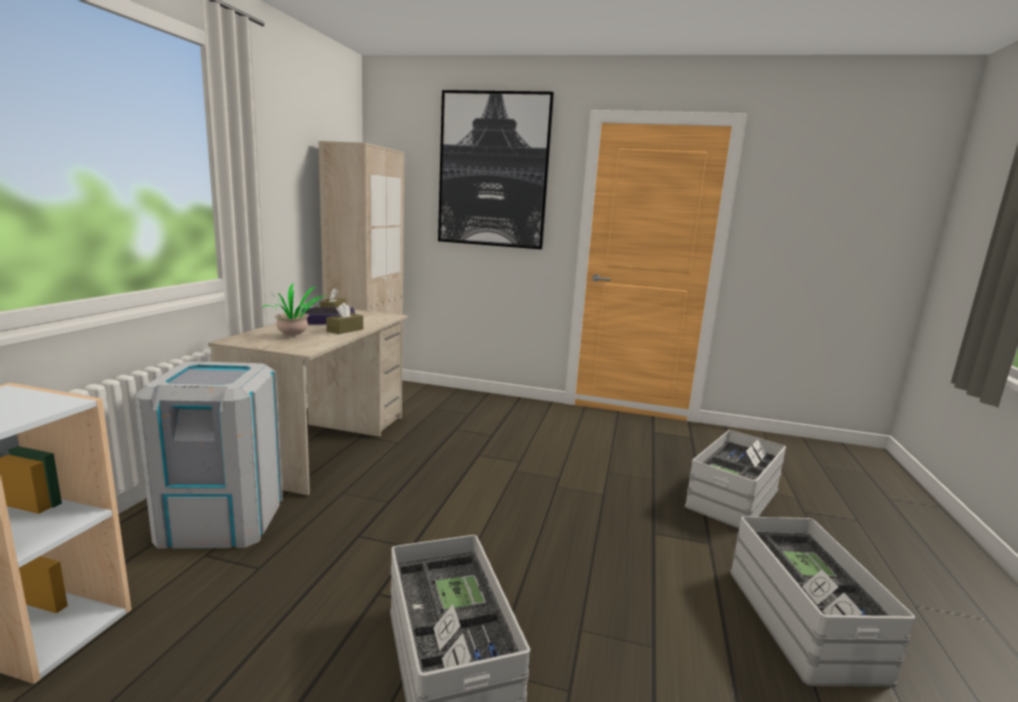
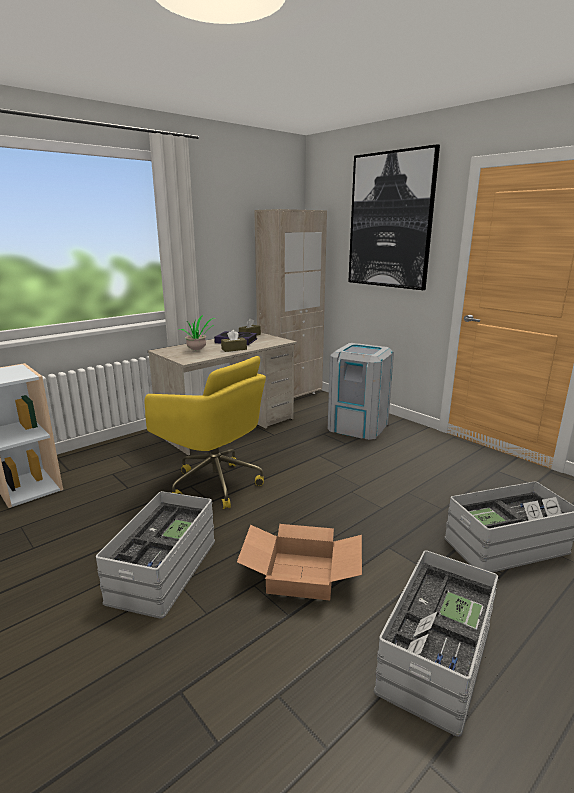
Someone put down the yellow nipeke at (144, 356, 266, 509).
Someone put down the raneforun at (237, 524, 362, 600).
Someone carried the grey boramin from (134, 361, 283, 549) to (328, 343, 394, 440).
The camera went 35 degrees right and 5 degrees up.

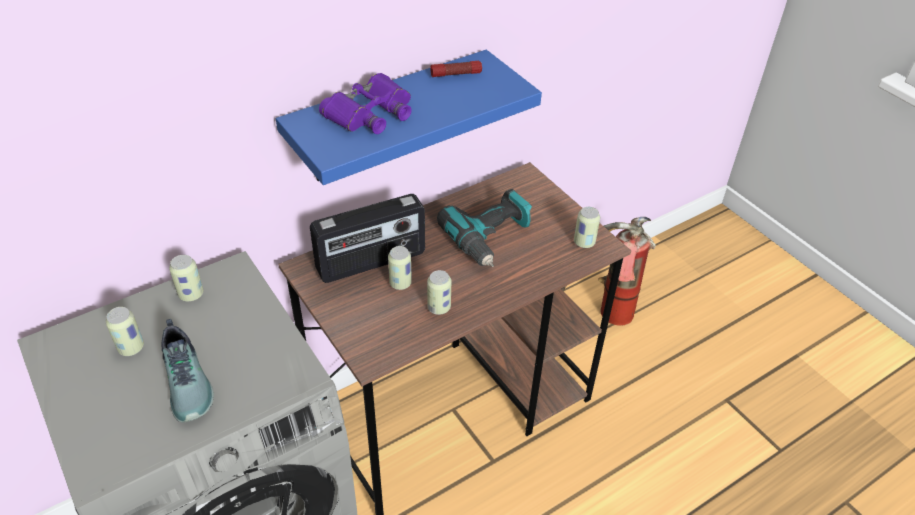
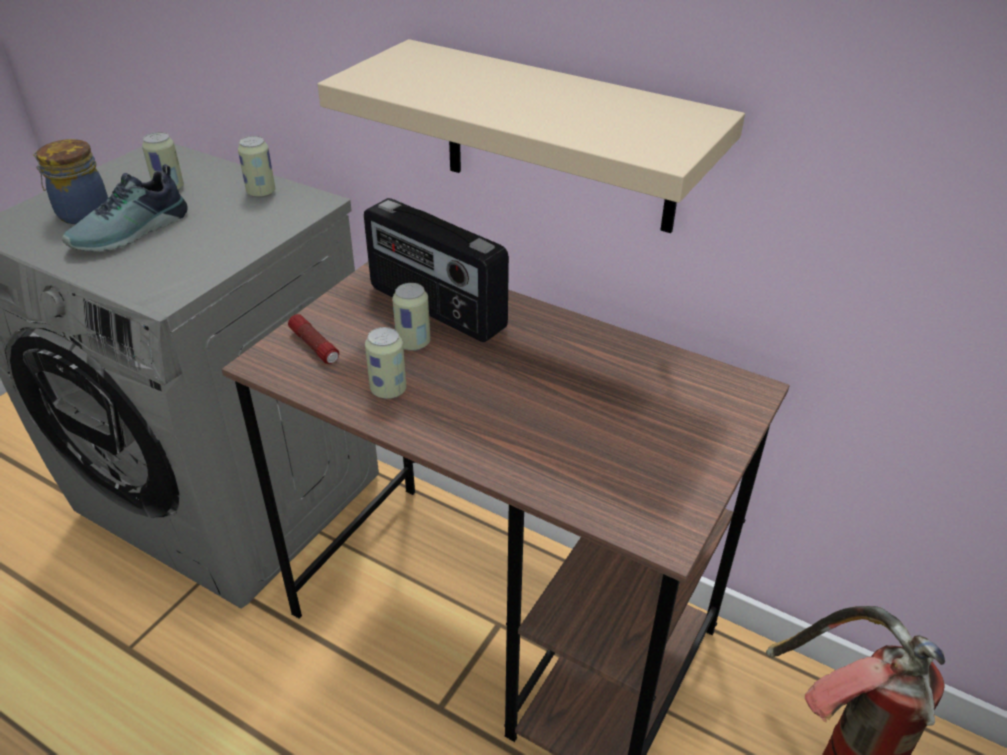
Someone put down the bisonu at (33, 139, 108, 224).
Someone carried the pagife from (430, 61, 482, 77) to (288, 314, 339, 364).
Someone repainted the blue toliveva at (276, 50, 542, 185), which became the beige toliveva at (318, 39, 745, 233).
Someone took away the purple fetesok at (319, 73, 412, 134).
Someone took away the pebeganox at (437, 189, 532, 267).
Someone took away the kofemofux at (574, 207, 600, 248).
The camera went 65 degrees right and 5 degrees down.

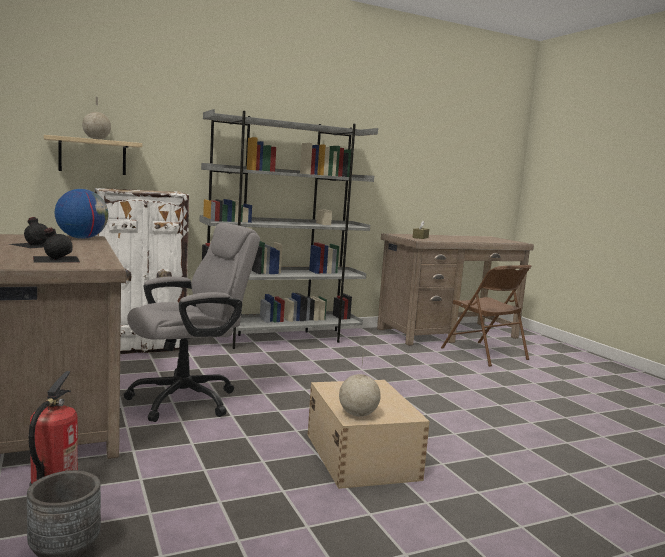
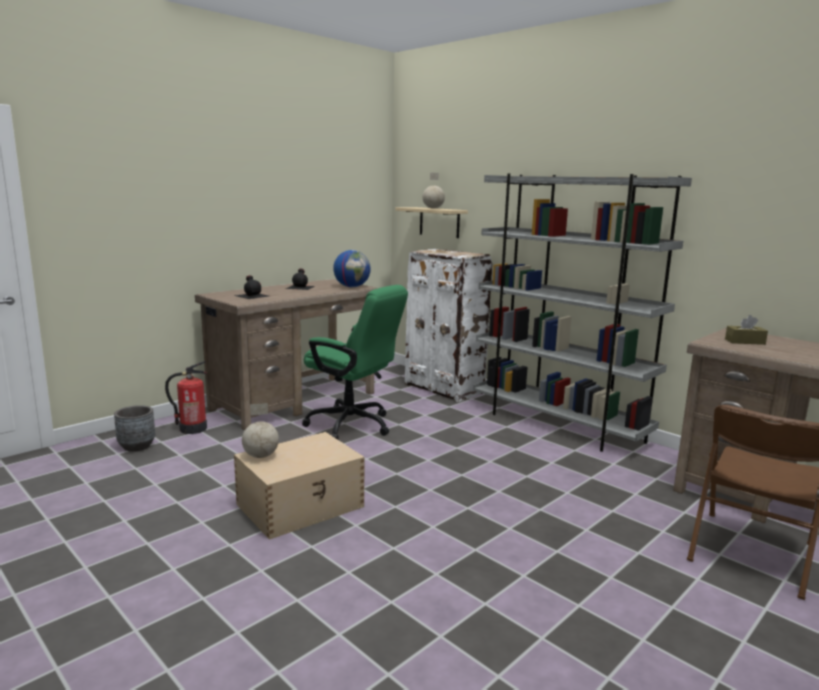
Someone repainted the grey nipeke at (123, 223, 260, 422), which became the green nipeke at (302, 285, 408, 440).
The camera went 70 degrees right and 5 degrees up.

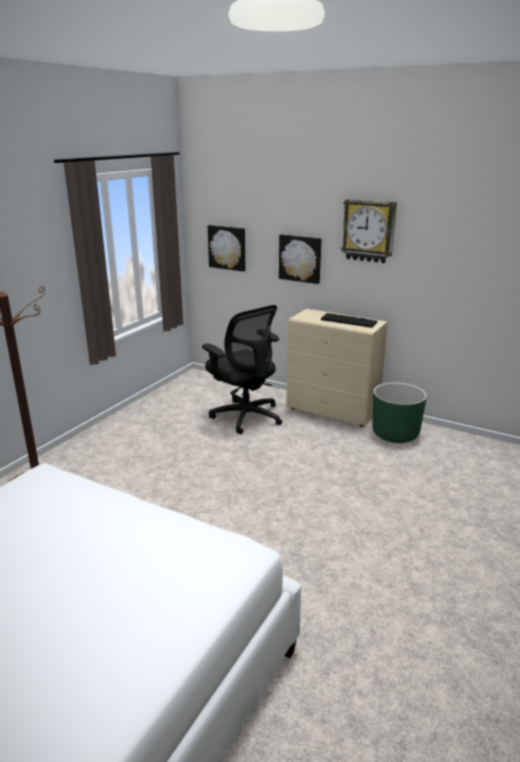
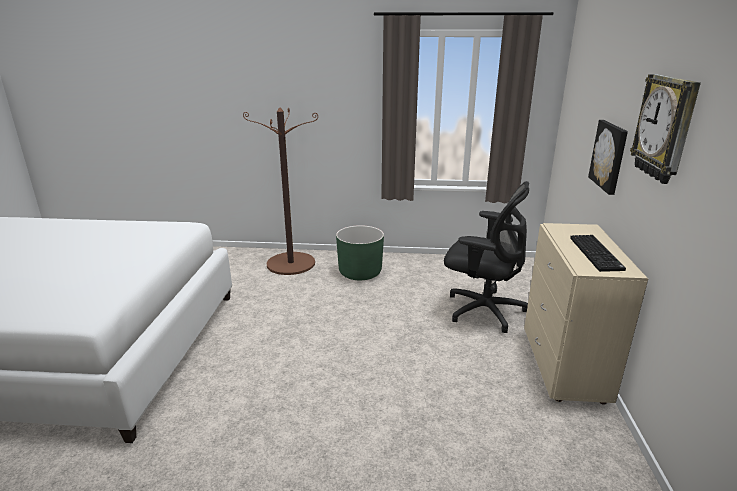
Someone carried the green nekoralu from (372, 382, 427, 443) to (336, 225, 384, 280).
Someone rotated the black nipeke at (202, 305, 282, 434) by 90 degrees counterclockwise.
Someone took away the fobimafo at (208, 225, 245, 272).
The camera went 65 degrees right and 0 degrees up.

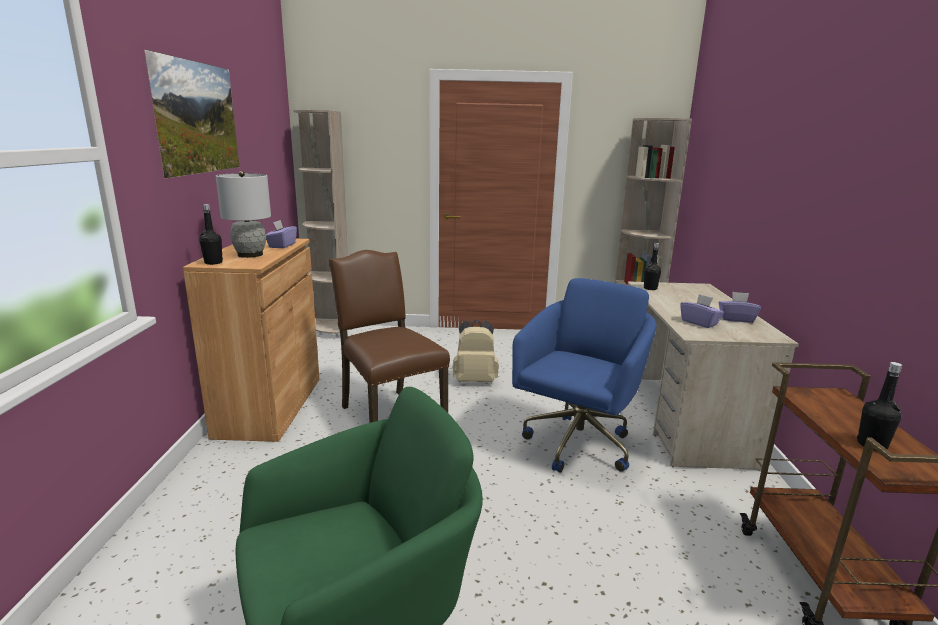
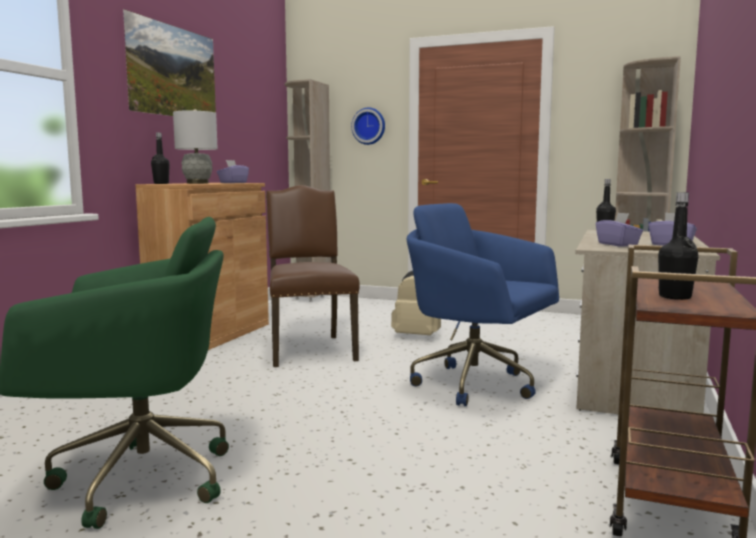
Someone put up the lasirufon at (351, 107, 385, 145).
Someone rotated the blue nipeke at (512, 278, 656, 473) by 105 degrees counterclockwise.
The camera went 20 degrees right and 10 degrees down.

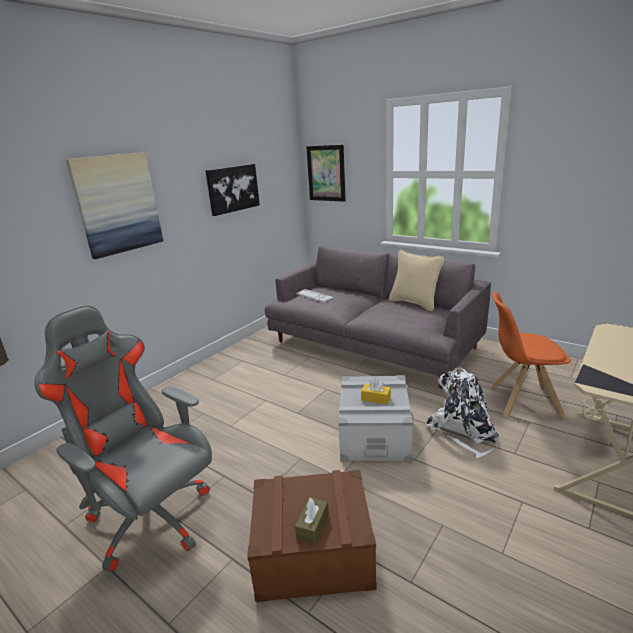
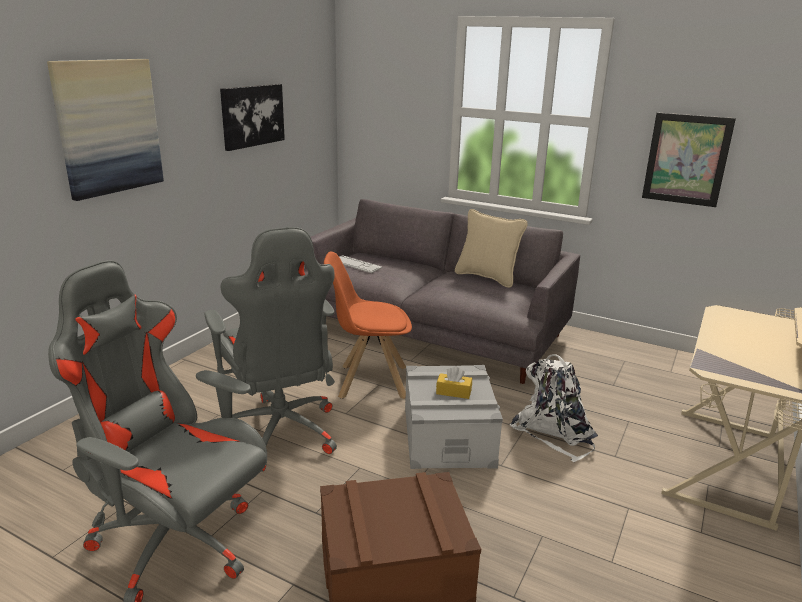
Someone put down the grey nipeke at (205, 227, 337, 471).
Someone carried the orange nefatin from (490, 292, 571, 419) to (324, 251, 412, 399).
Someone carried the fobimafo from (306, 145, 346, 202) to (642, 112, 736, 207).
Someone took away the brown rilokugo at (295, 497, 329, 544).
The camera went 10 degrees left and 0 degrees up.

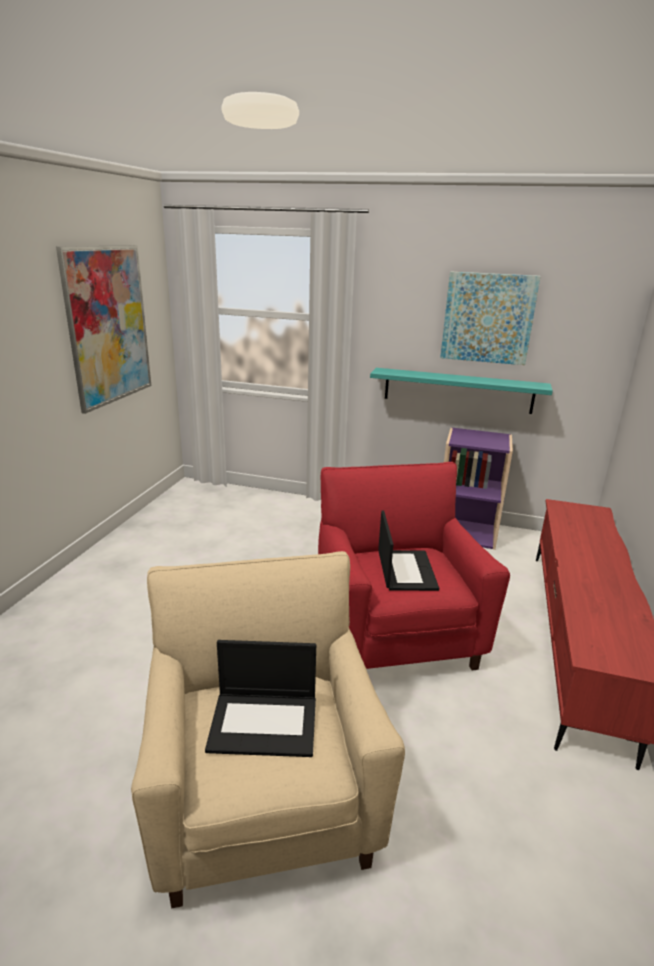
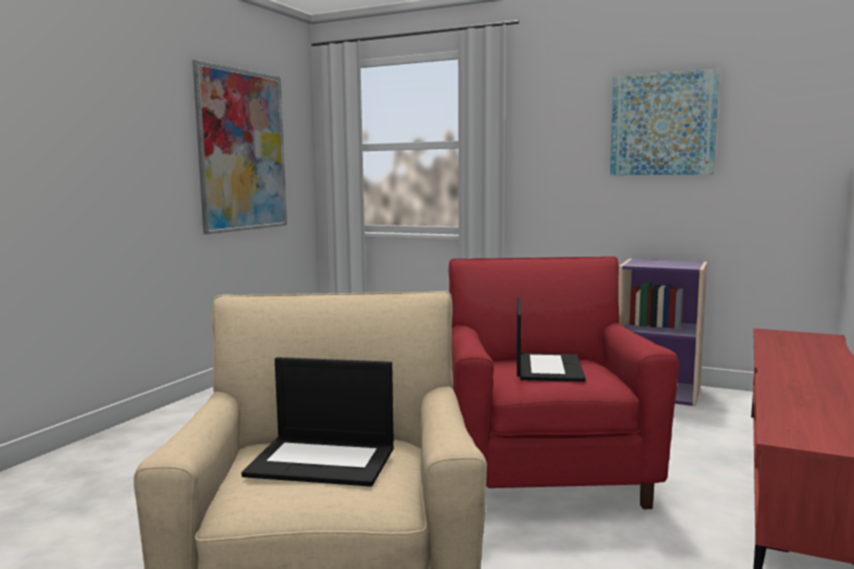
Someone took away the turquoise toliveva at (370, 368, 553, 414).
The camera went 10 degrees right and 15 degrees down.

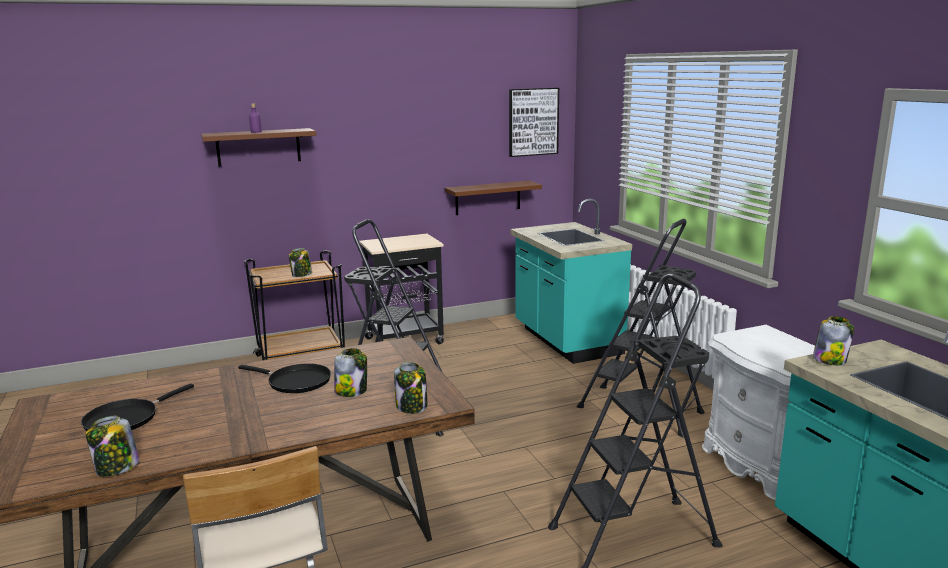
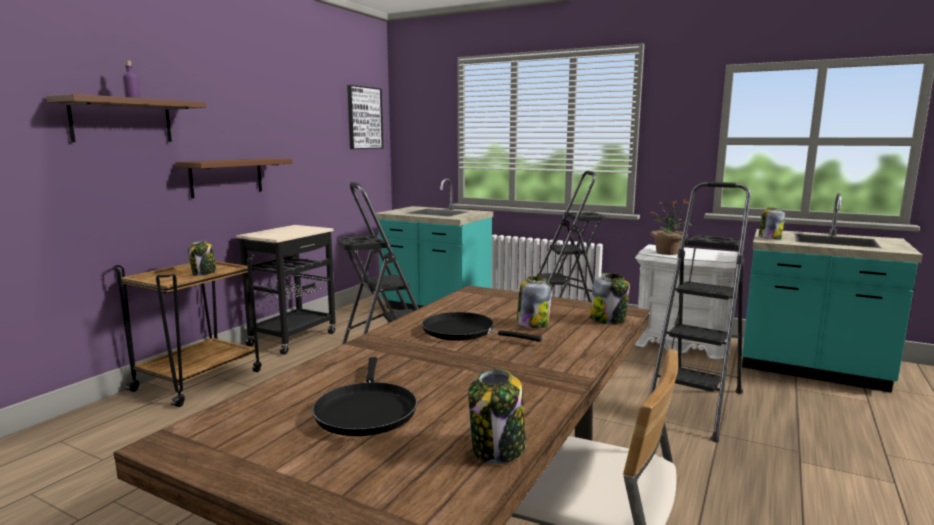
Someone carried the brown toliveva from (445, 181, 542, 215) to (175, 158, 293, 198).
Someone rotated the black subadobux at (238, 363, 331, 393) by 135 degrees counterclockwise.
Someone put down the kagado at (650, 199, 692, 255).
The camera went 40 degrees left and 5 degrees down.

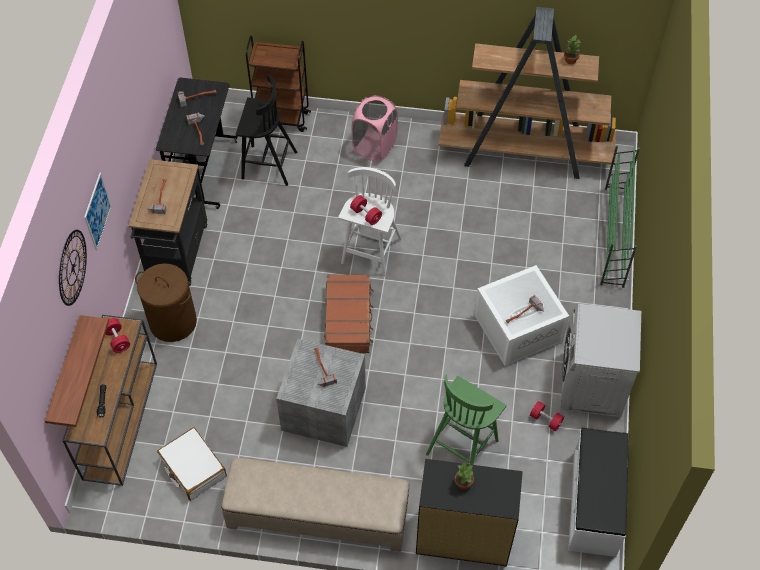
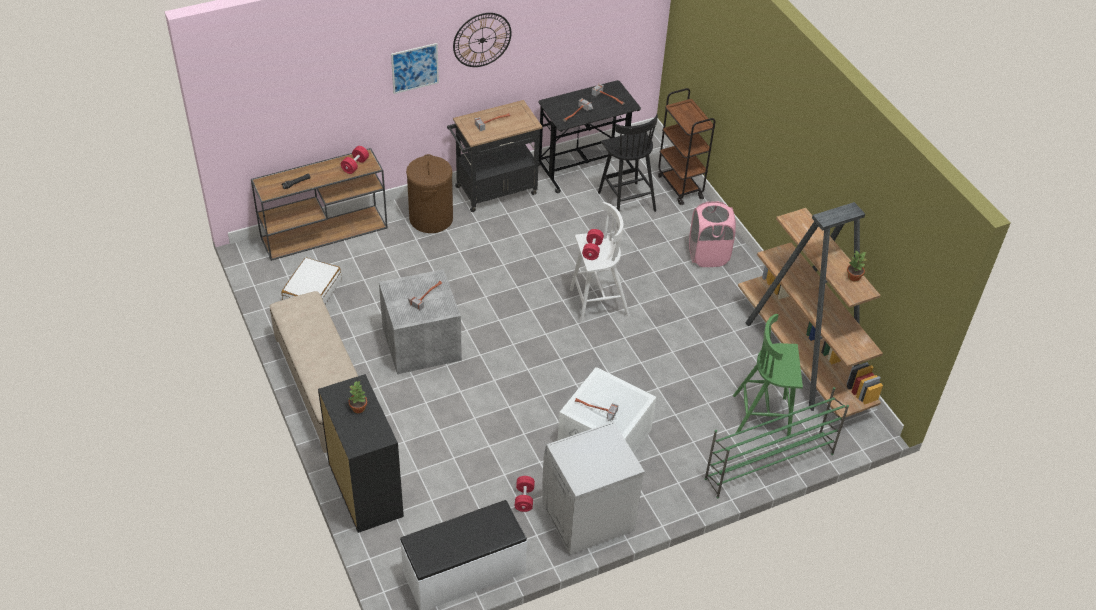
Someone carried the lasirufon from (59, 230, 87, 306) to (453, 13, 512, 67).
Someone carried the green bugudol from (426, 374, 507, 465) to (733, 314, 803, 436).
Someone took away the toliveva at (45, 315, 109, 427).
Someone took away the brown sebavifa at (324, 275, 374, 353).
The camera went 55 degrees right and 10 degrees down.

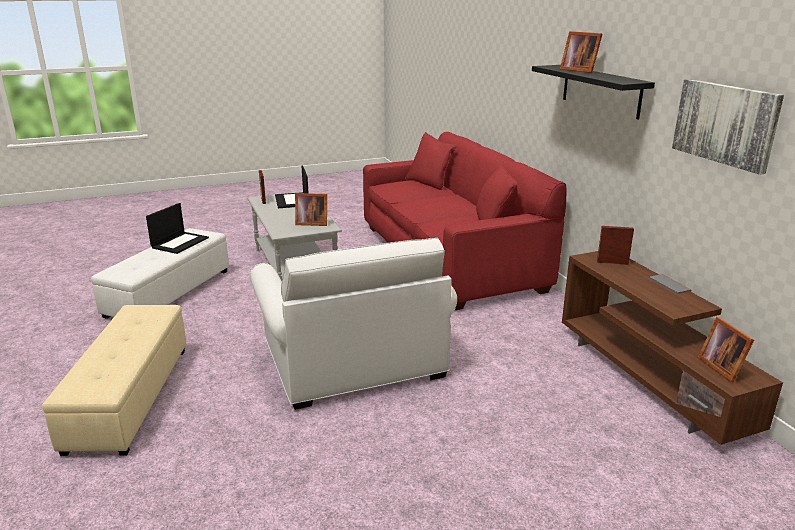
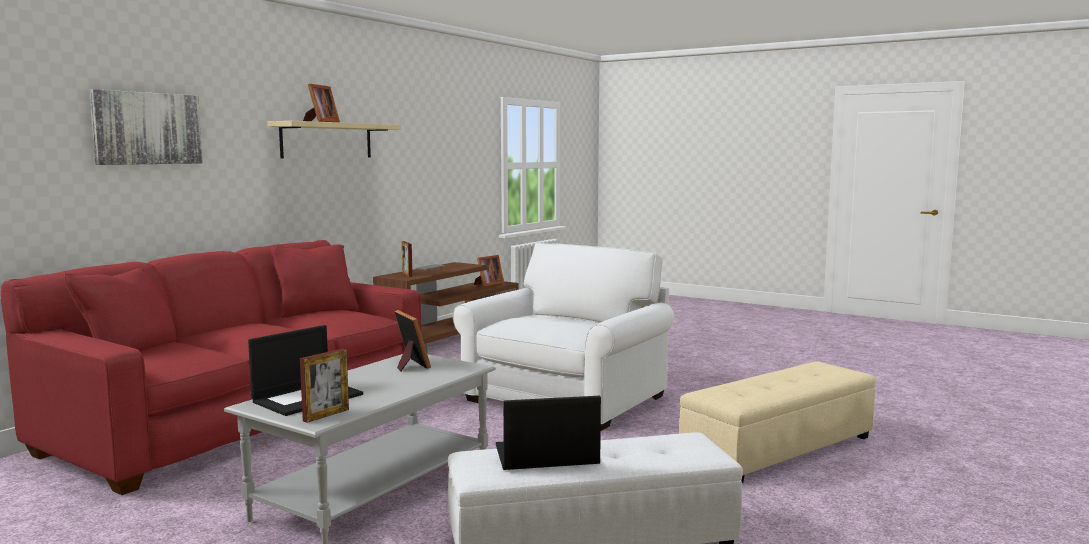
Someone carried the fobimafo from (672, 79, 784, 175) to (89, 89, 203, 165).
Someone repainted the black toliveva at (532, 65, 655, 120), which became the beige toliveva at (267, 121, 401, 158).
The camera went 125 degrees left and 15 degrees down.

